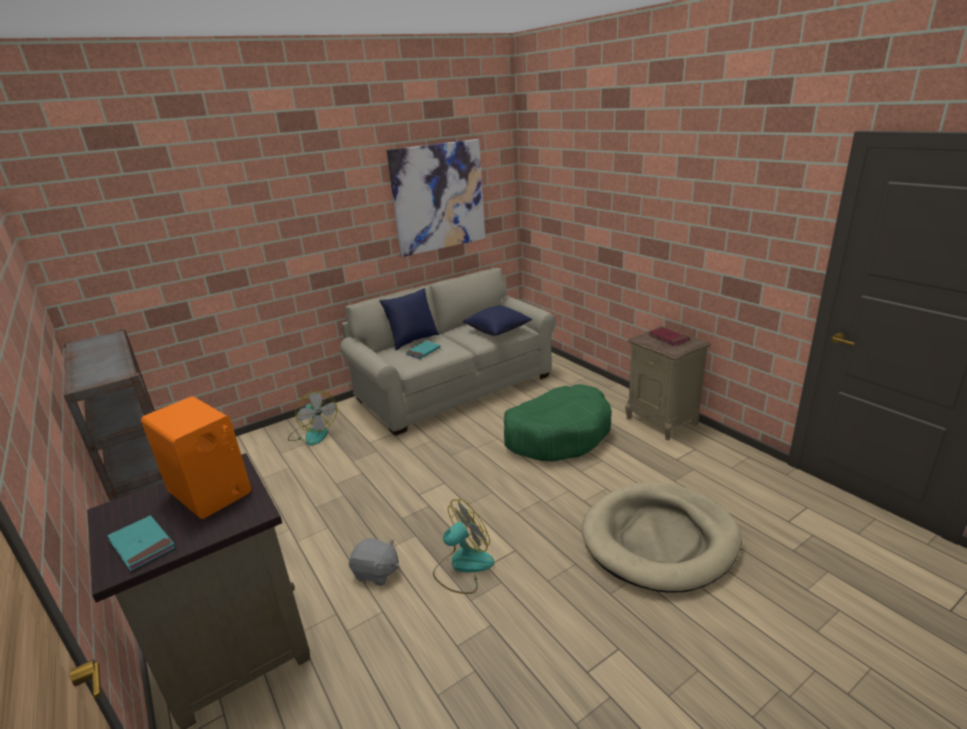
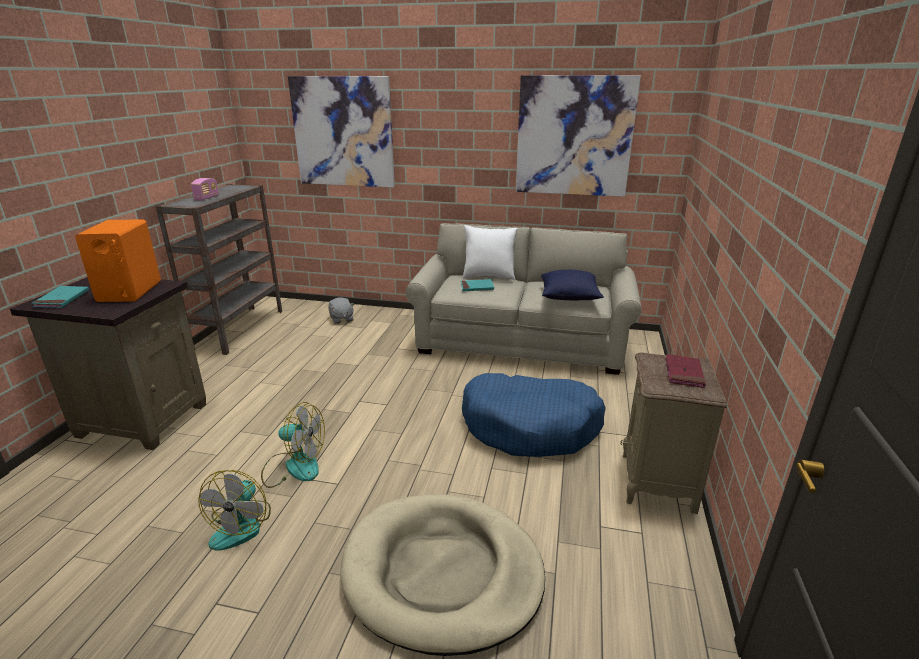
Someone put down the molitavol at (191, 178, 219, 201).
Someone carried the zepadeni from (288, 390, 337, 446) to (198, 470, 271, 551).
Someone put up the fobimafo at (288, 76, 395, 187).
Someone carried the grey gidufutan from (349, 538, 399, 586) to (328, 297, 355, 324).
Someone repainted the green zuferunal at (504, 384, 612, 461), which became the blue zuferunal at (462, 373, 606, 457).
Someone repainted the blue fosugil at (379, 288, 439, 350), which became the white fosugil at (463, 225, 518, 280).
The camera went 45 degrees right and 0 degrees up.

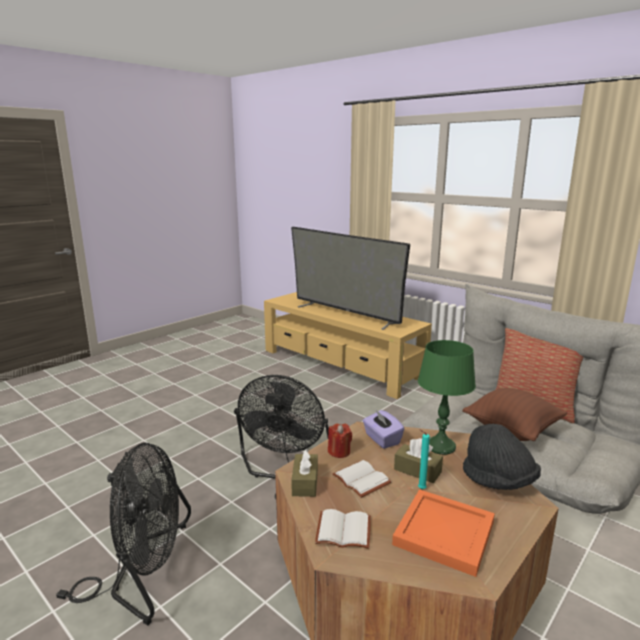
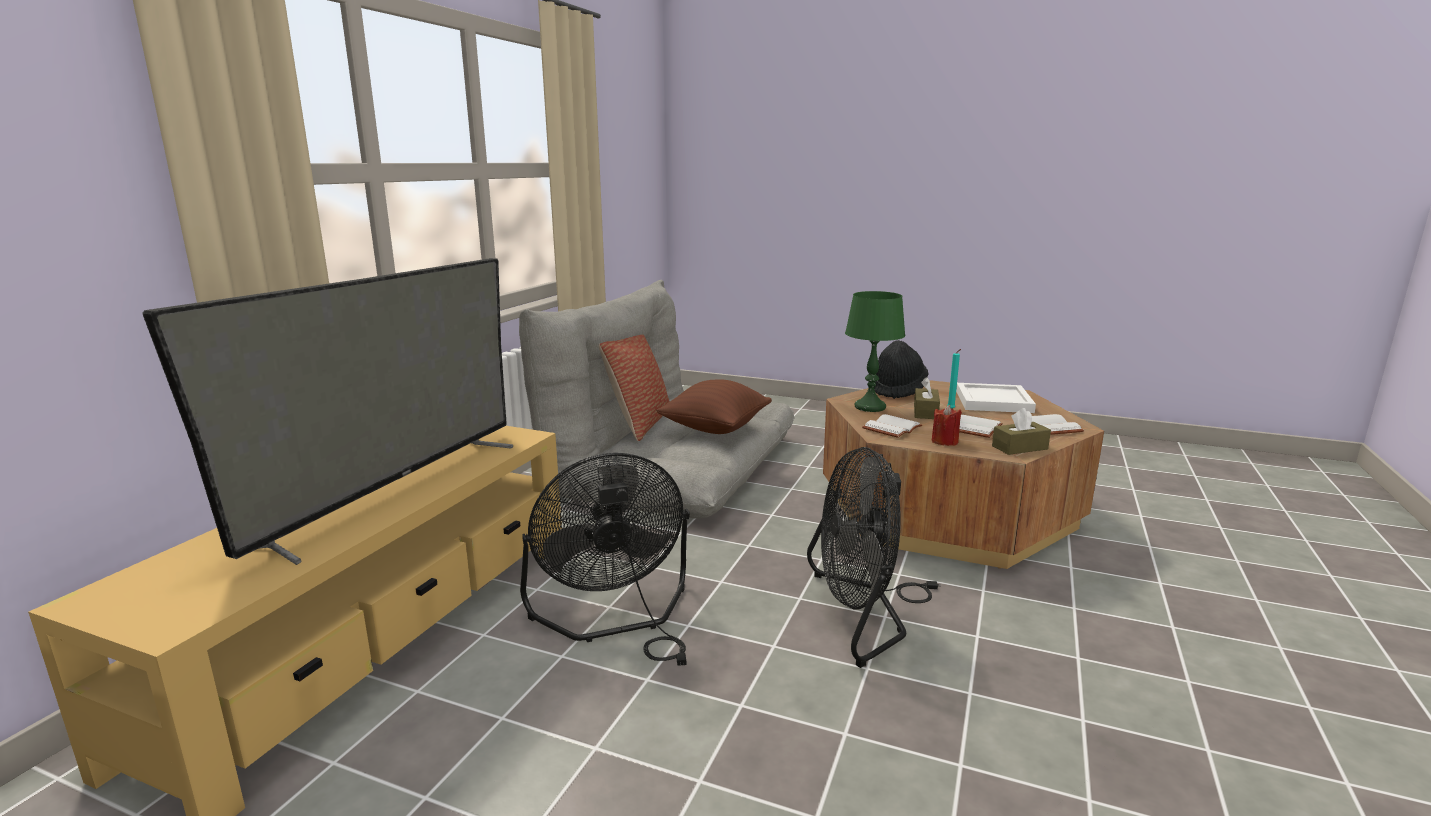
Someone carried the black zepadeni from (56, 443, 191, 626) to (520, 453, 690, 666).
Someone swapped the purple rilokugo at (363, 410, 404, 449) for the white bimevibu at (862, 414, 922, 438).
Someone repainted the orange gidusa at (392, 489, 495, 577), which became the white gidusa at (956, 383, 1036, 413).
The camera went 110 degrees left and 0 degrees up.

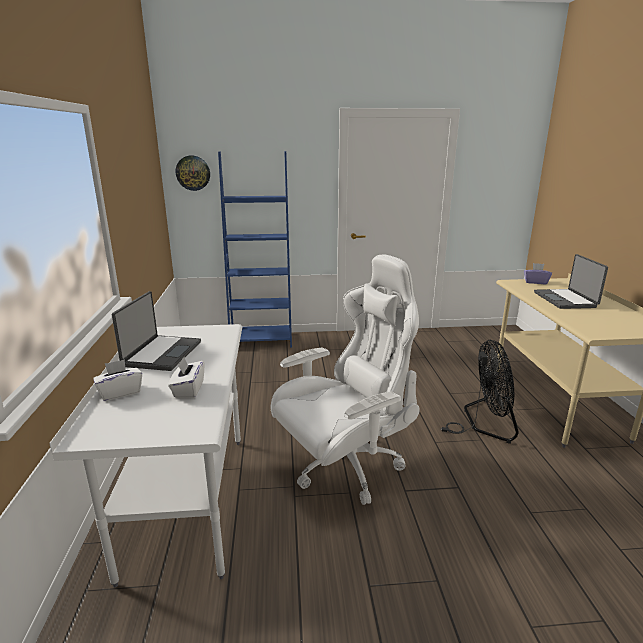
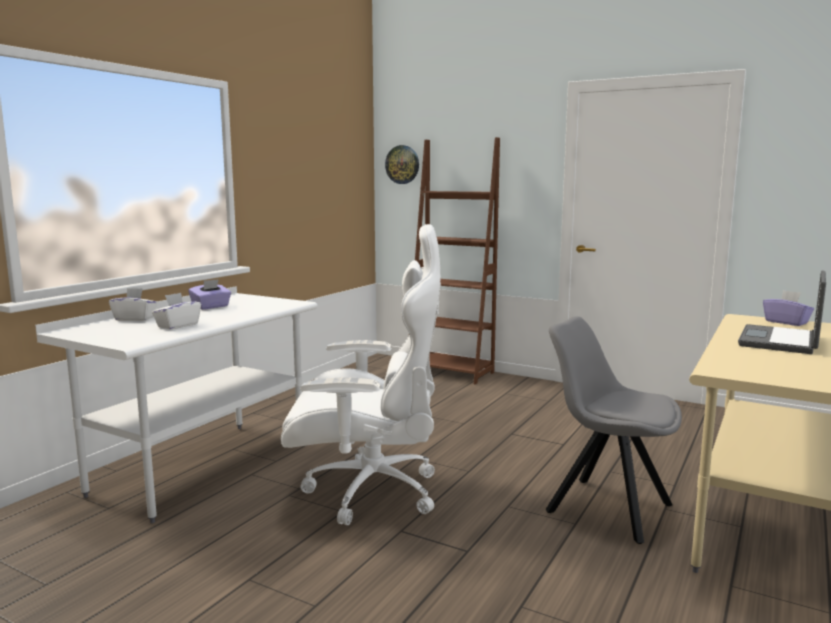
Someone swapped the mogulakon at (112, 291, 201, 371) for the purple rilokugo at (189, 279, 231, 310).
Someone repainted the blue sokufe at (218, 151, 292, 348), which became the brown sokufe at (415, 137, 500, 384).
Someone swapped the black zepadeni at (440, 340, 519, 444) for the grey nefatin at (546, 316, 682, 544).
The camera went 35 degrees right and 10 degrees down.

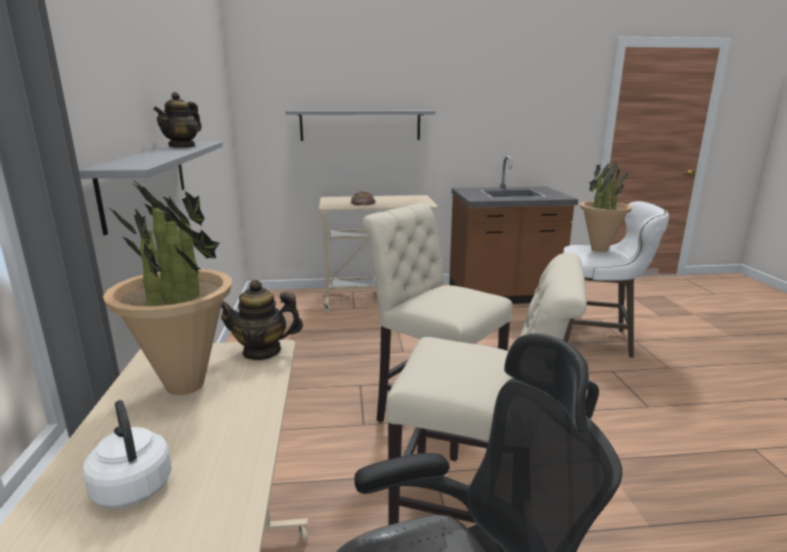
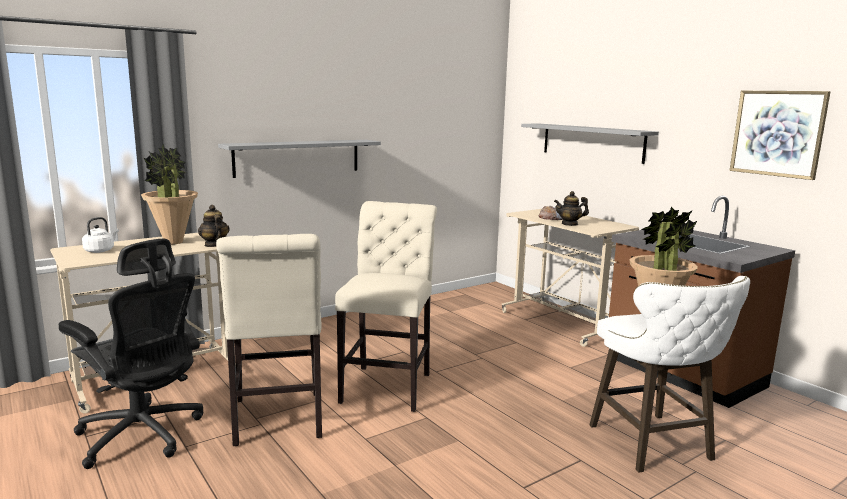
Someone carried the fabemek from (153, 92, 202, 148) to (554, 191, 589, 226).
Someone put up the fobimafo at (730, 91, 831, 180).
The camera went 60 degrees right and 5 degrees down.

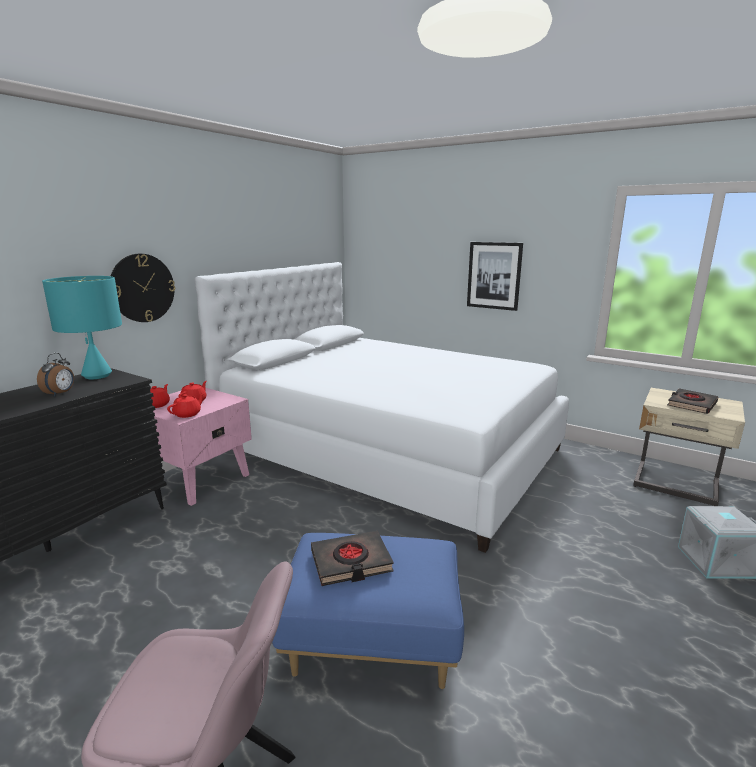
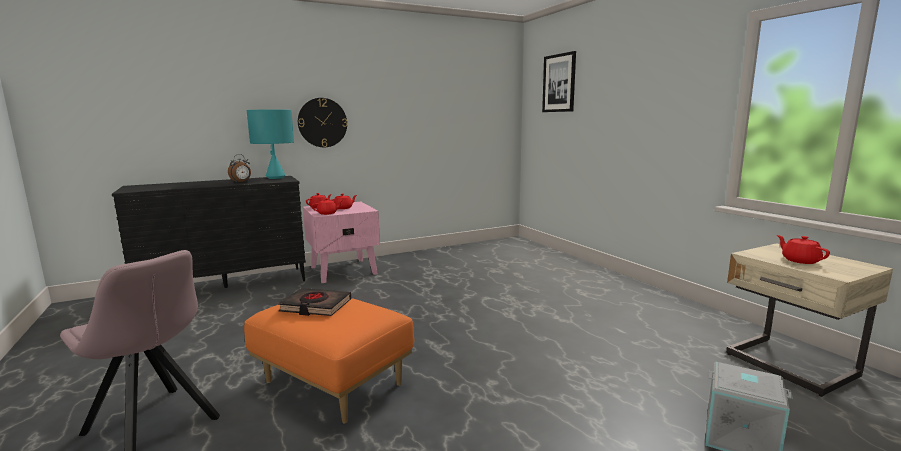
Someone repainted the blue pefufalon at (272, 533, 464, 689), which became the orange pefufalon at (244, 298, 414, 424).
Someone carried the fobimafo from (467, 242, 523, 311) to (542, 51, 576, 112).
Someone swapped the black bimevibu at (667, 388, 718, 414) for the red fabemek at (777, 235, 830, 264).
Someone took away the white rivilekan at (195, 262, 569, 553).
The camera went 30 degrees right and 5 degrees down.

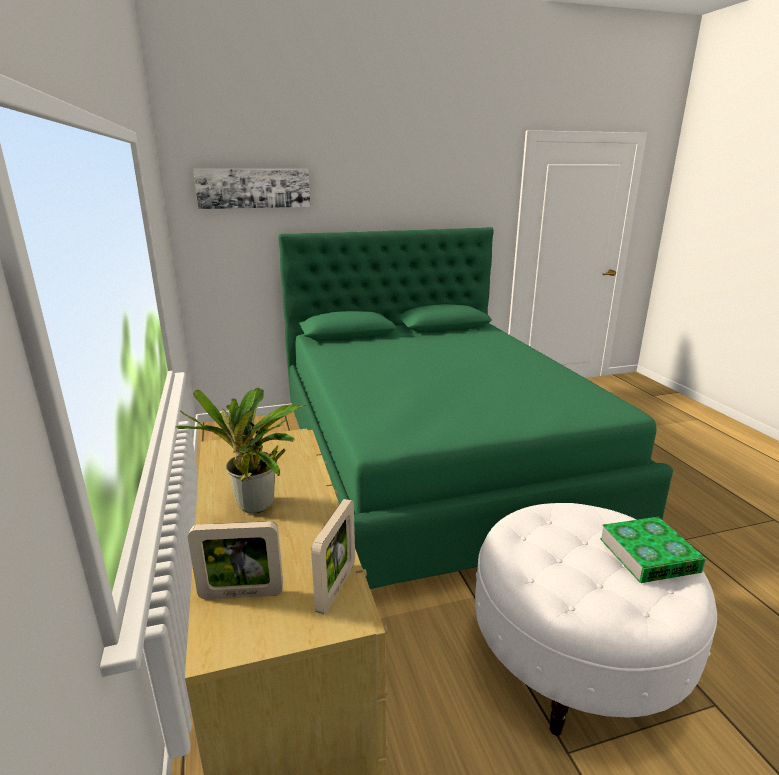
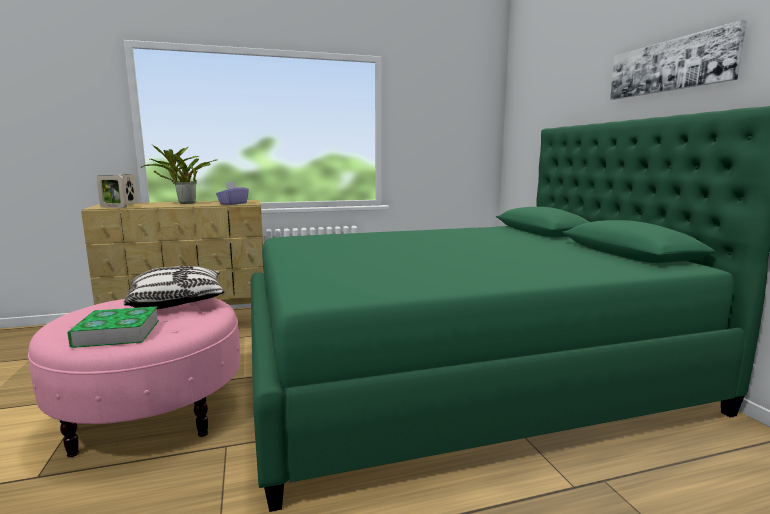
Someone repainted the white pefufalon at (475, 503, 717, 736), which became the pink pefufalon at (28, 298, 240, 457).
Someone put down the fosugil at (123, 266, 225, 309).
Someone put down the purple rilokugo at (216, 182, 249, 205).
Someone carried the fobimafo from (193, 169, 310, 209) to (610, 20, 746, 100).
The camera went 90 degrees right and 10 degrees down.

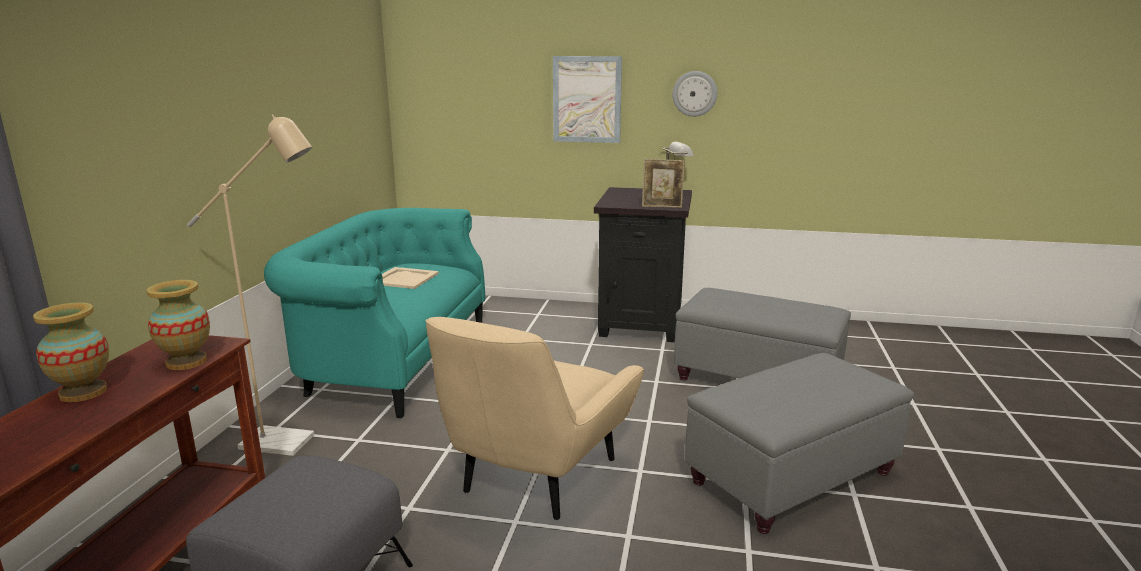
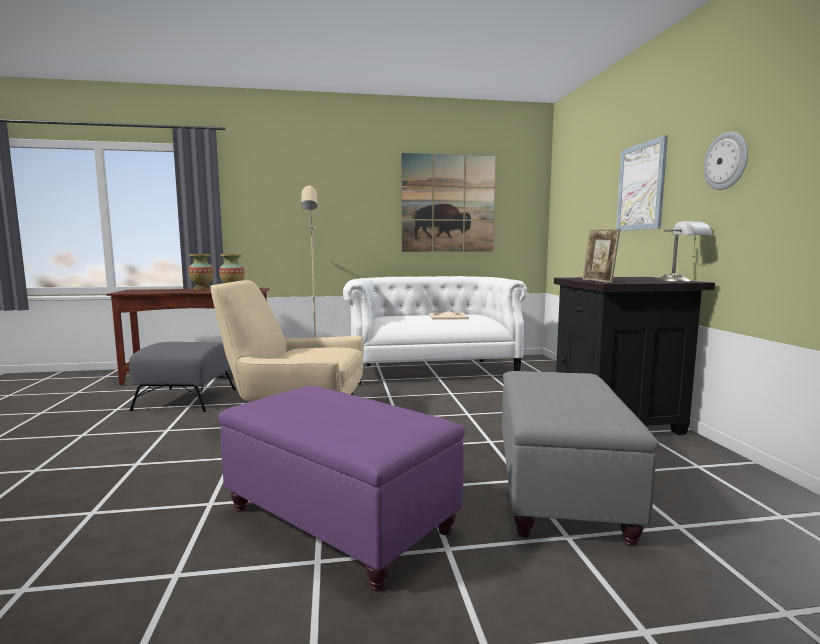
Someone repainted the grey pefufalon at (685, 353, 914, 534), which became the purple pefufalon at (218, 385, 465, 591).
Someone repainted the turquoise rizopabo at (264, 208, 485, 418), which became the white rizopabo at (343, 276, 527, 385).
Someone put up the fobimafo at (401, 153, 496, 252).
The camera went 70 degrees right and 10 degrees down.

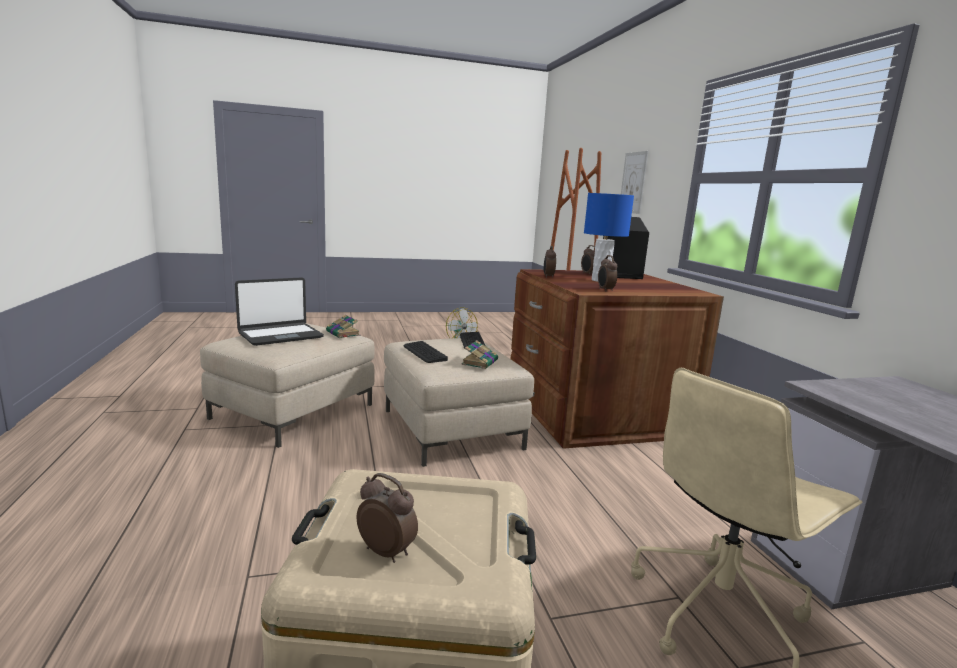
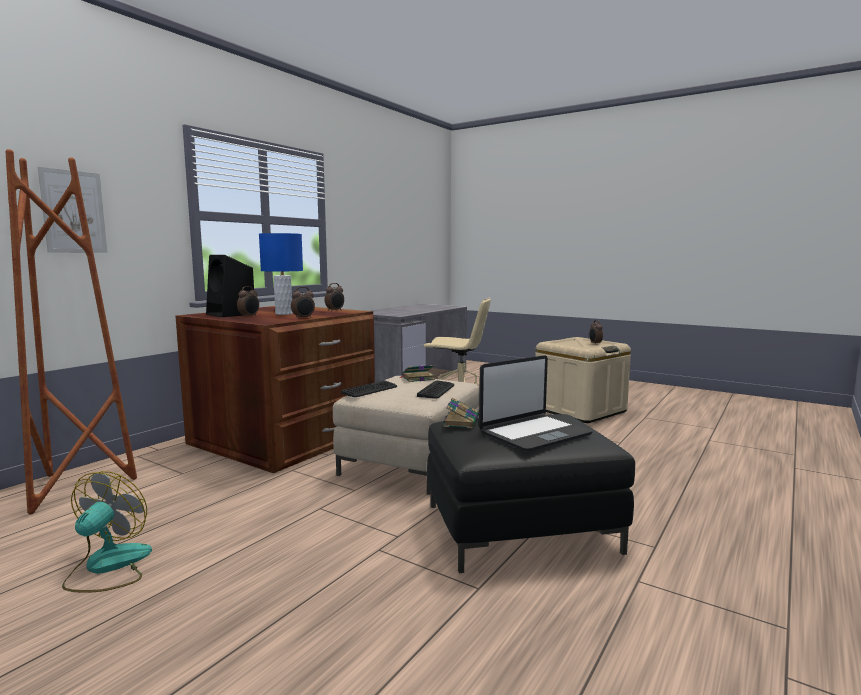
Someone repainted the beige pefufalon at (200, 323, 375, 448), which became the black pefufalon at (427, 414, 635, 573).
Someone rotated the mogulakon at (235, 277, 324, 346) by 135 degrees clockwise.
The camera went 130 degrees left and 5 degrees down.

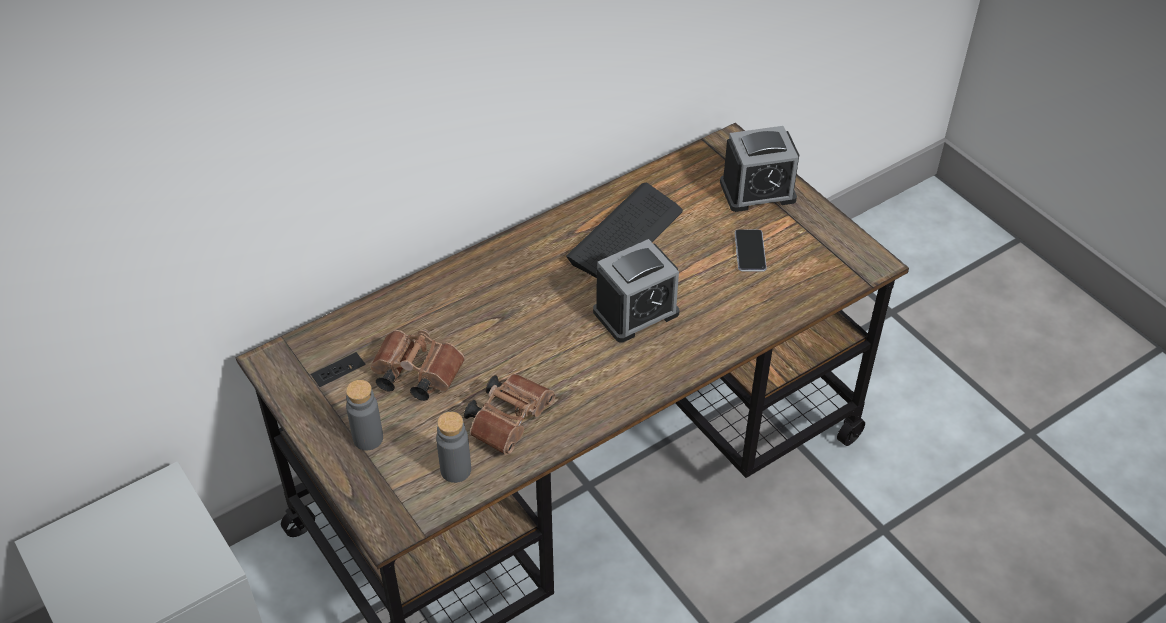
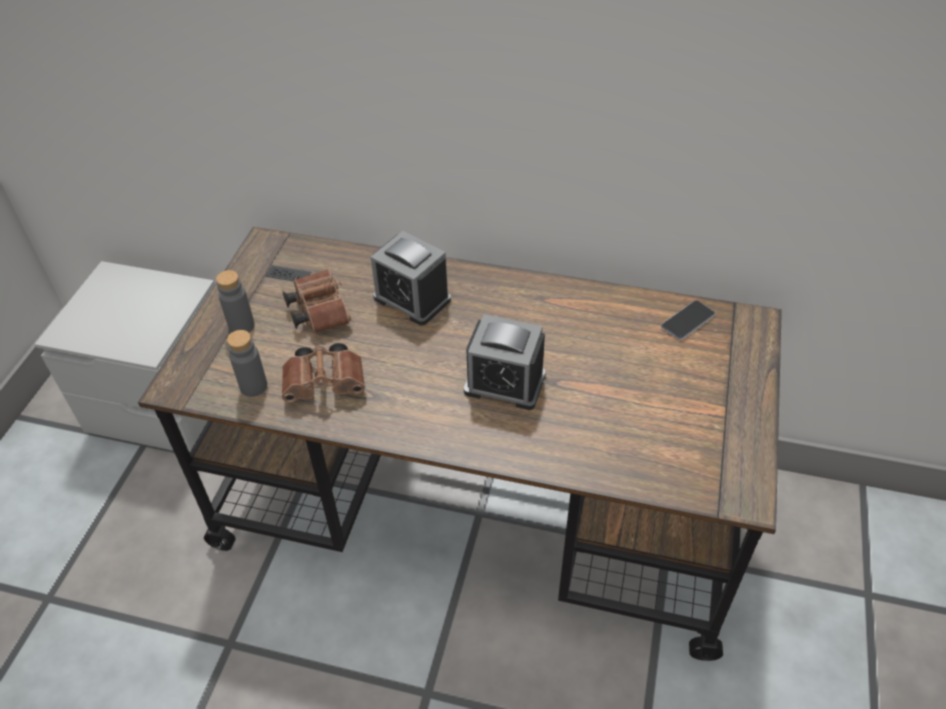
Someone carried the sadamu from (720, 126, 799, 212) to (371, 231, 451, 326).
Someone carried the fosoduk from (735, 230, 767, 272) to (661, 300, 715, 340).
Someone took away the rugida at (566, 183, 683, 278).
The camera went 50 degrees right and 0 degrees up.

